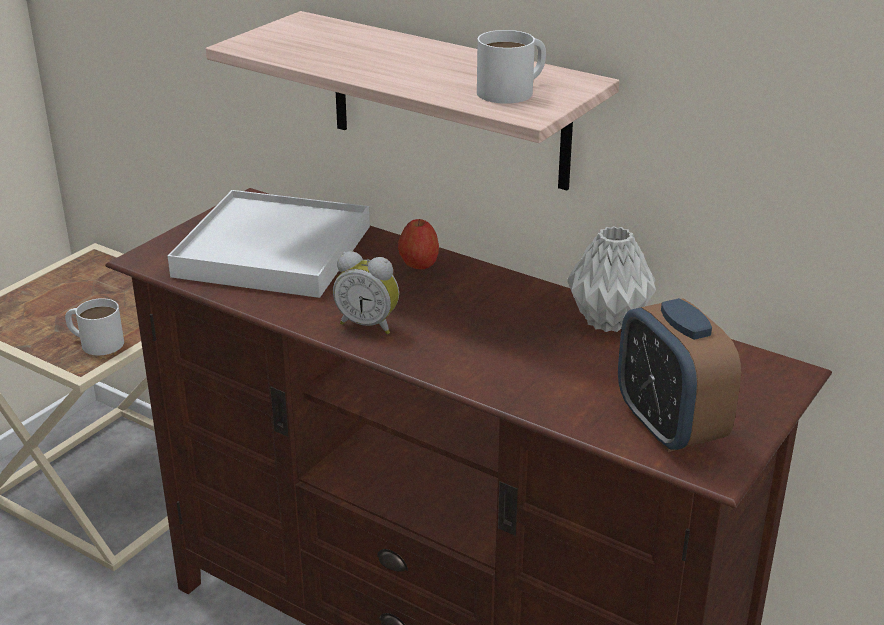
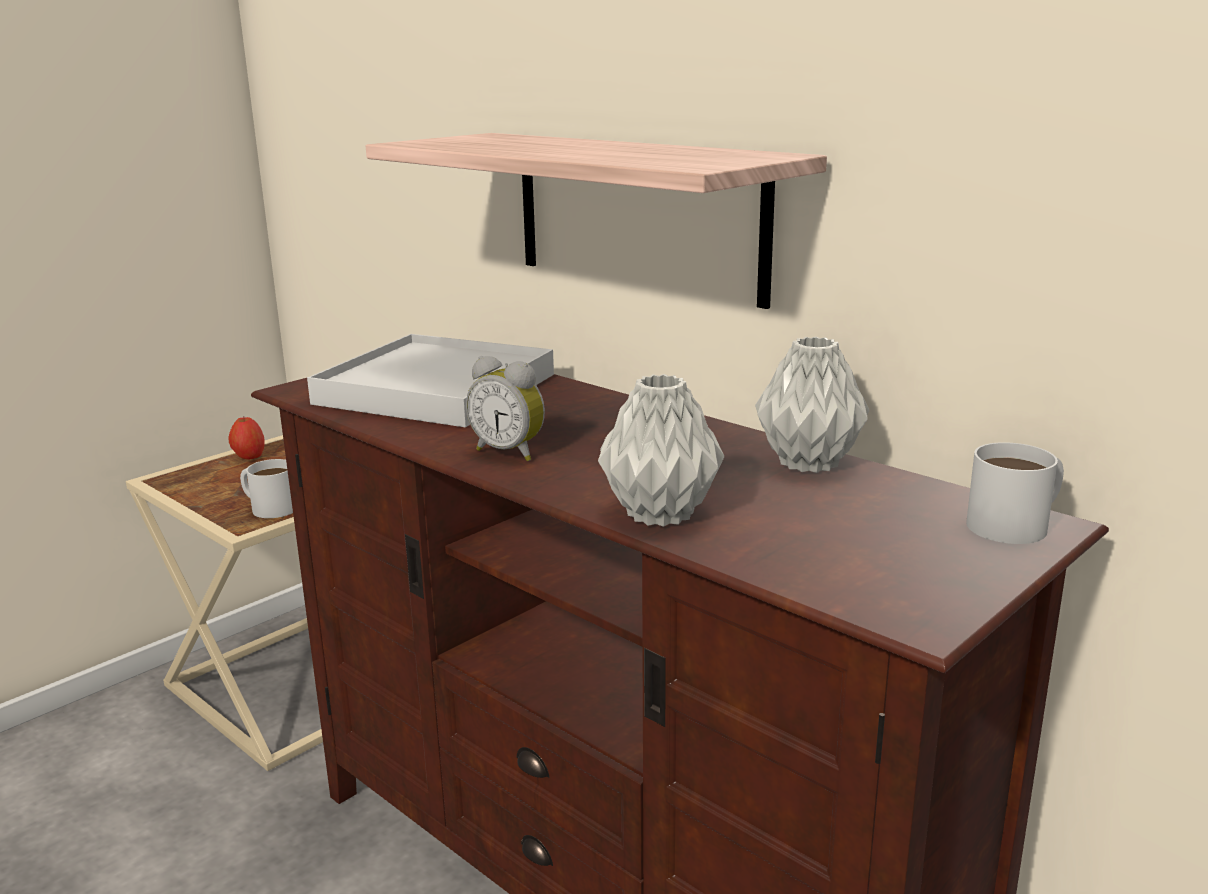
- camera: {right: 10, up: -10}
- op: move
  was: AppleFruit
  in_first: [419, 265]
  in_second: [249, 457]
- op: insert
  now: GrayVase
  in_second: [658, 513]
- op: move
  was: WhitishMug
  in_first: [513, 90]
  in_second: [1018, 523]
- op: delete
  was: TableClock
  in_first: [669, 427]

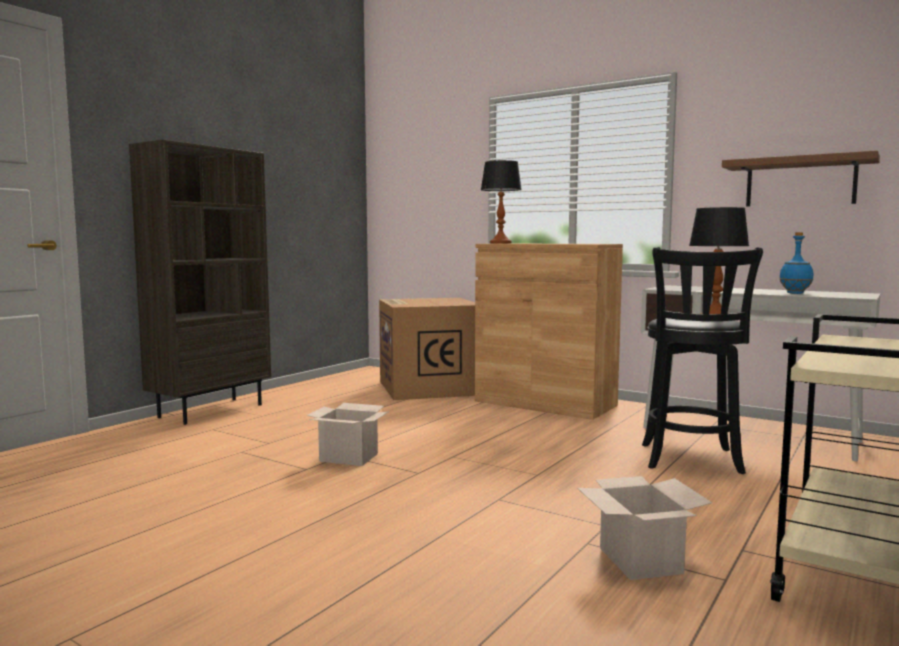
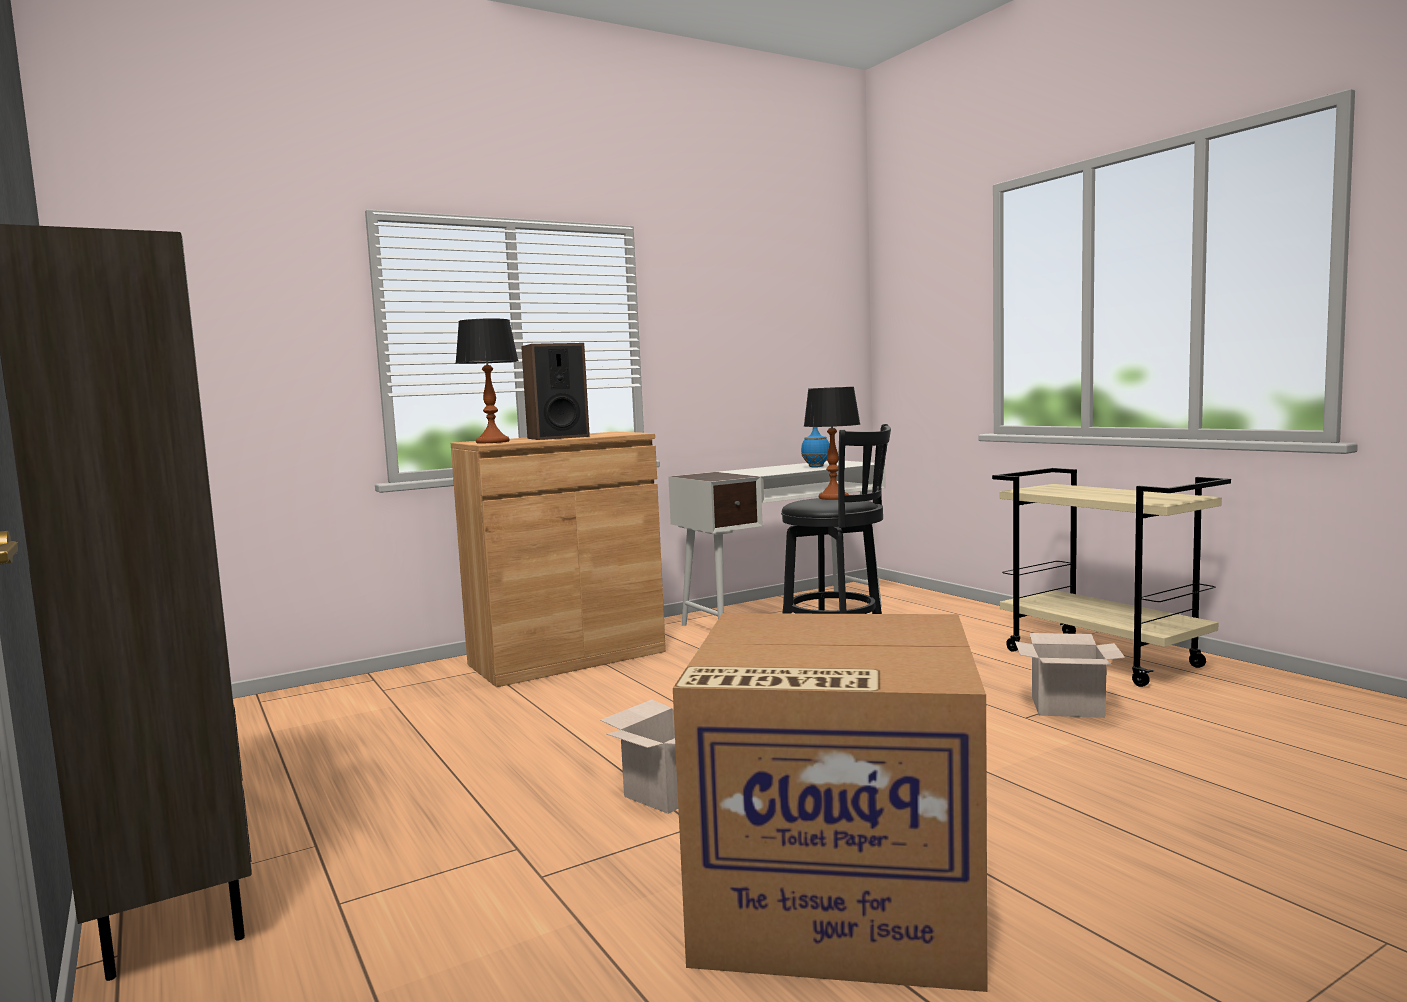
- camera: {right: -65, up: 0}
- op: insert
  now: Speaker
  in_second: [557, 437]
- op: move
  was: CardboardBox
  in_first: [427, 387]
  in_second: [833, 899]
- op: delete
  was: BrownColouredWallShelf
  in_first: [800, 182]

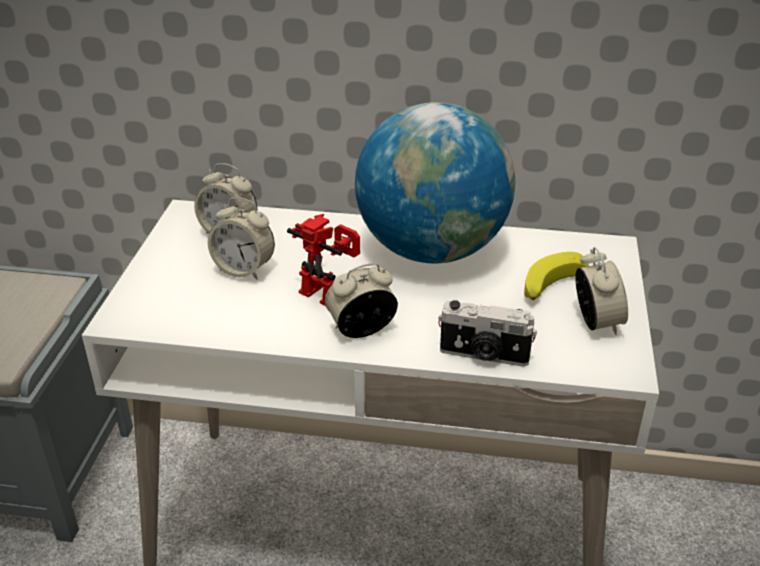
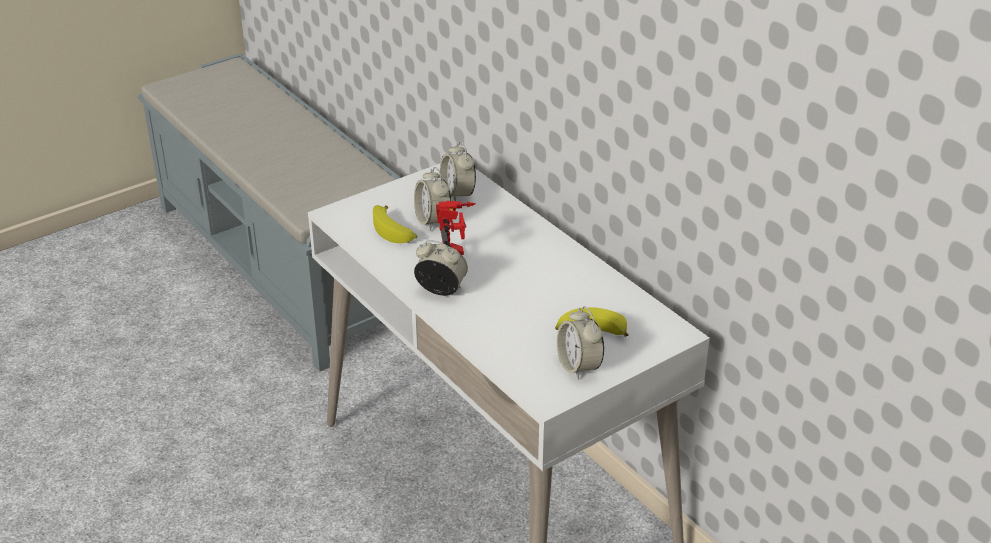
- camera: {right: 45, up: 0}
- op: insert
  now: BananaFruit
  in_second: [394, 231]
- op: rotate
  was: TableClock
  in_first: [596, 322]
  in_second: [579, 366]
  clockwise: 120
- op: delete
  was: WorldGlobe
  in_first: [432, 250]
- op: delete
  was: PhotoCamera
  in_first: [484, 355]

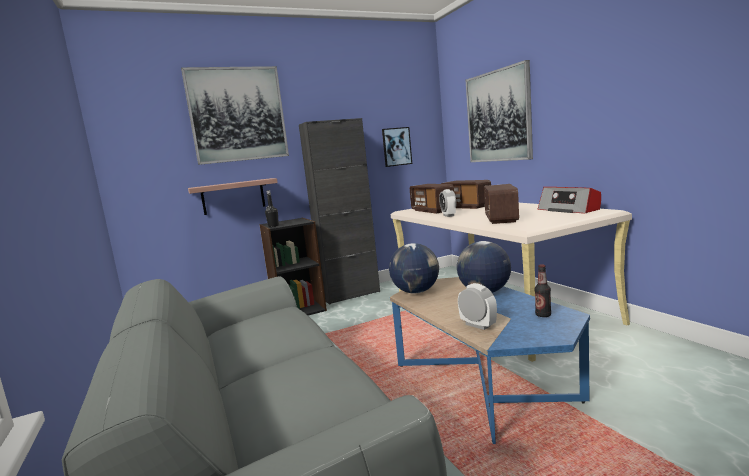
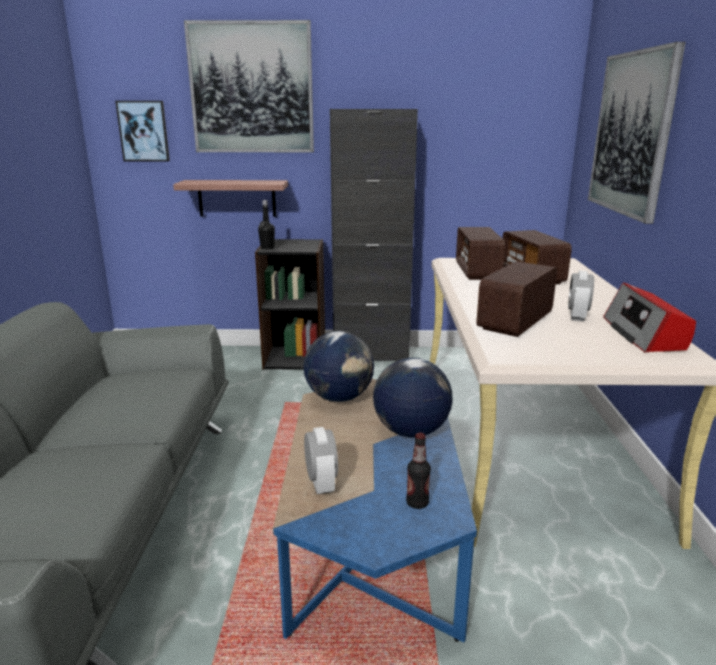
- camera: {right: 25, up: 10}
- op: move
  was: WallArt
  in_first: [396, 146]
  in_second: [143, 131]
- op: move
  was: TableClock
  in_first: [448, 215]
  in_second: [577, 316]

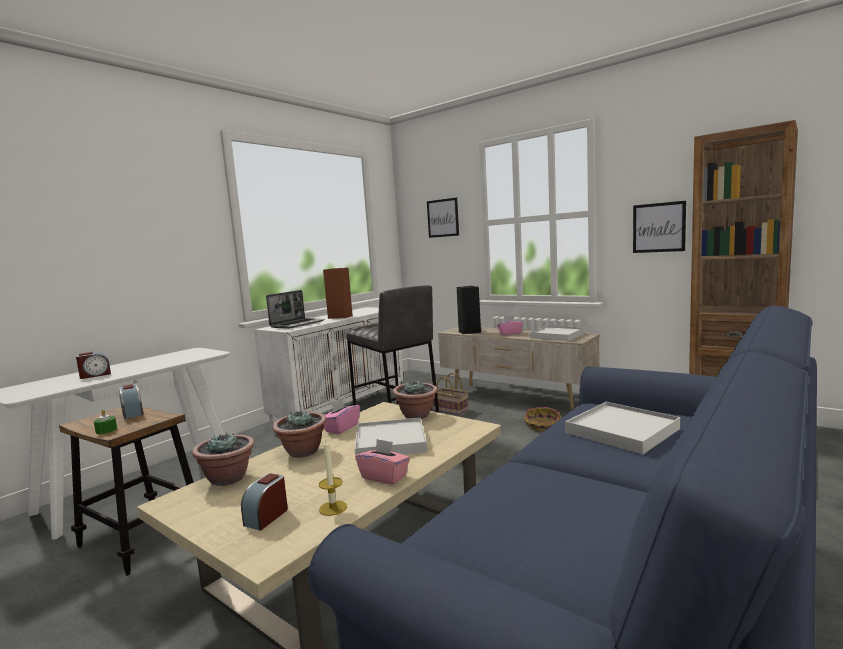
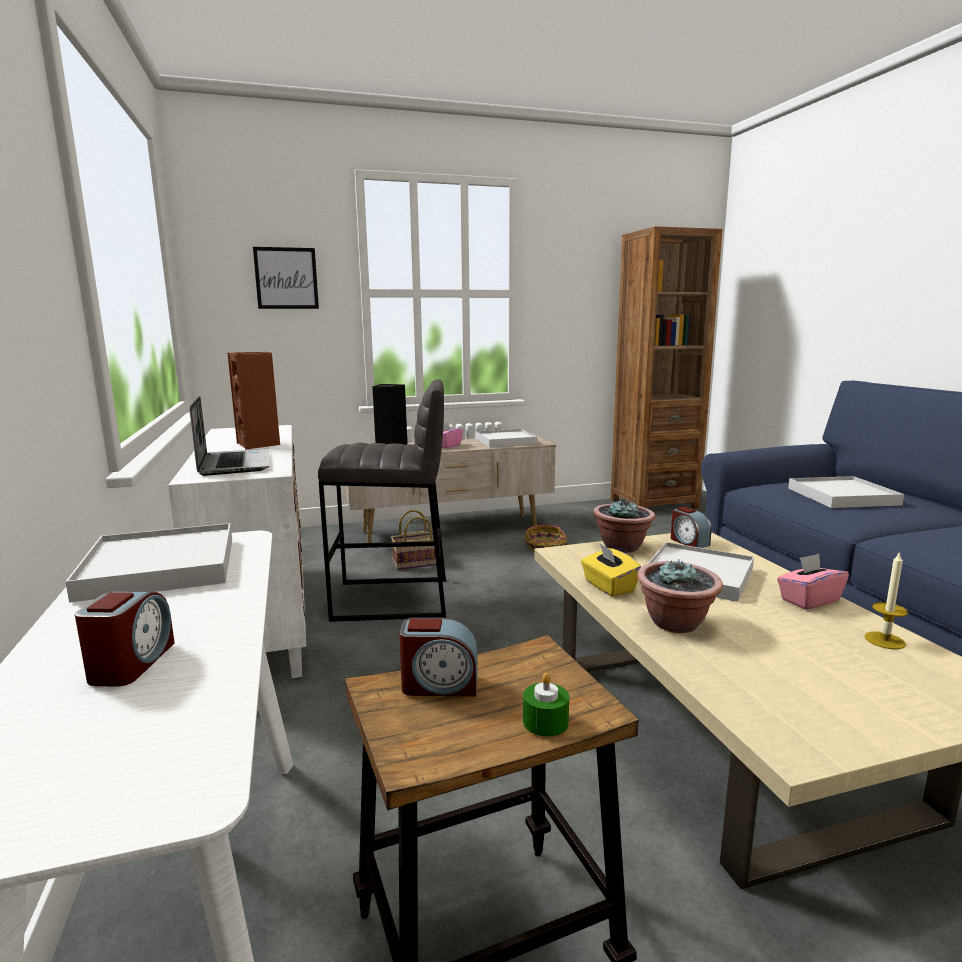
- camera: {right: -55, up: 5}
- op: insert
  now: WhitishServingTray
  in_second: [160, 567]
- op: recolor
  was: PinkishTissueBox
  now: YellowishTissueBox
  in_first: [341, 428]
  in_second: [608, 587]
- op: move
  was: TableClock
  in_first: [266, 517]
  in_second: [688, 542]
- op: delete
  was: PottedPlant
  in_first: [228, 478]
- op: delete
  was: WallArt
  in_first: [658, 227]

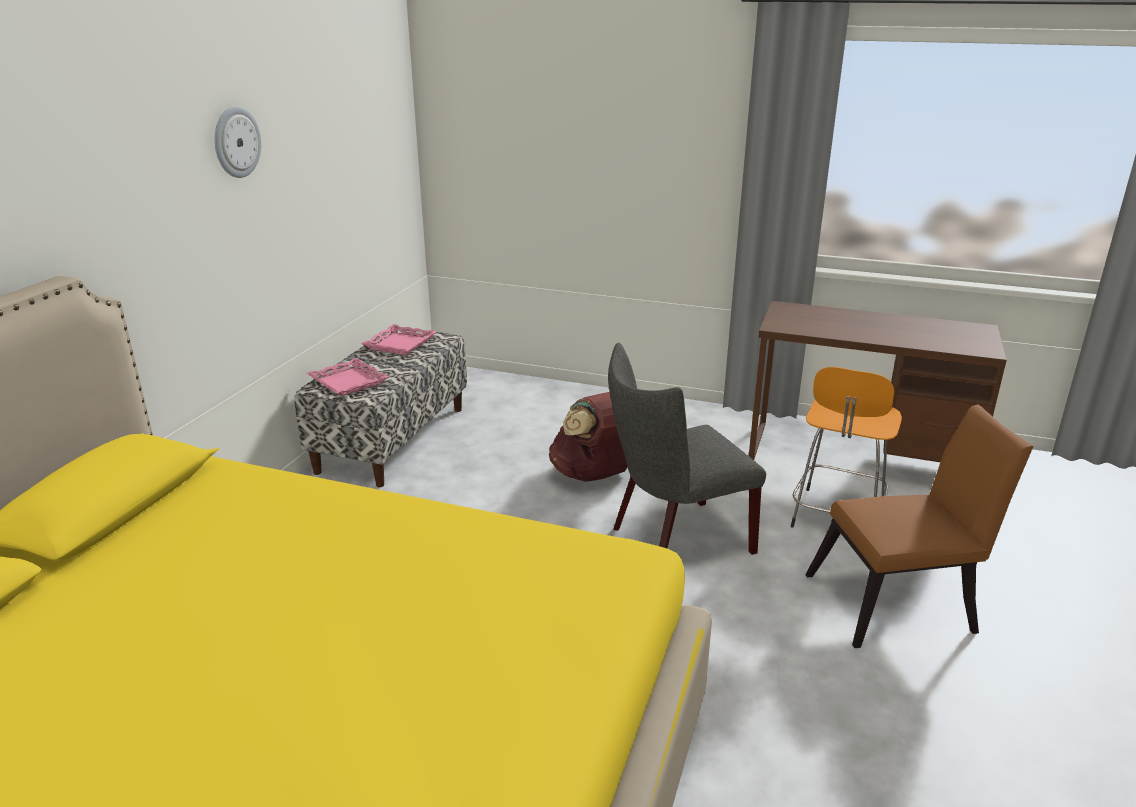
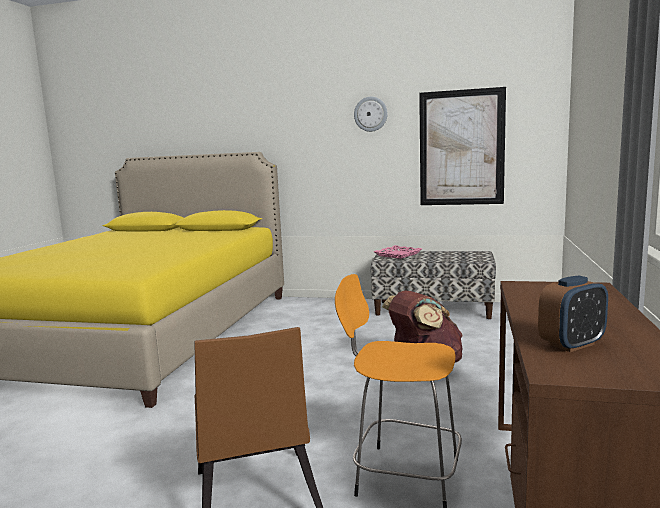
- camera: {right: 85, up: -15}
- op: insert
  now: WallArt
  in_second: [461, 148]
- op: insert
  now: TableClock
  in_second: [572, 344]
- op: delete
  was: PinkishServingTray
  in_first: [399, 344]
- op: delete
  was: GrayPlainChair
  in_first: [673, 541]

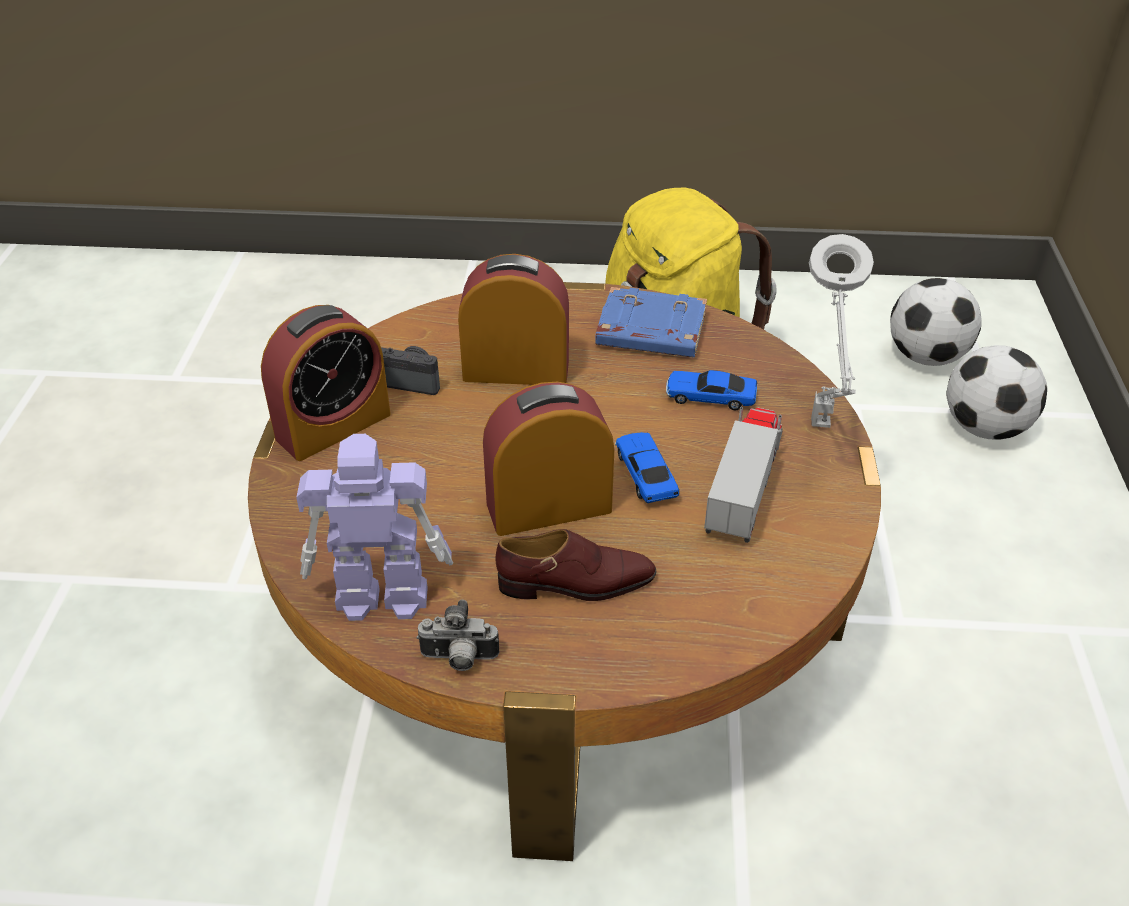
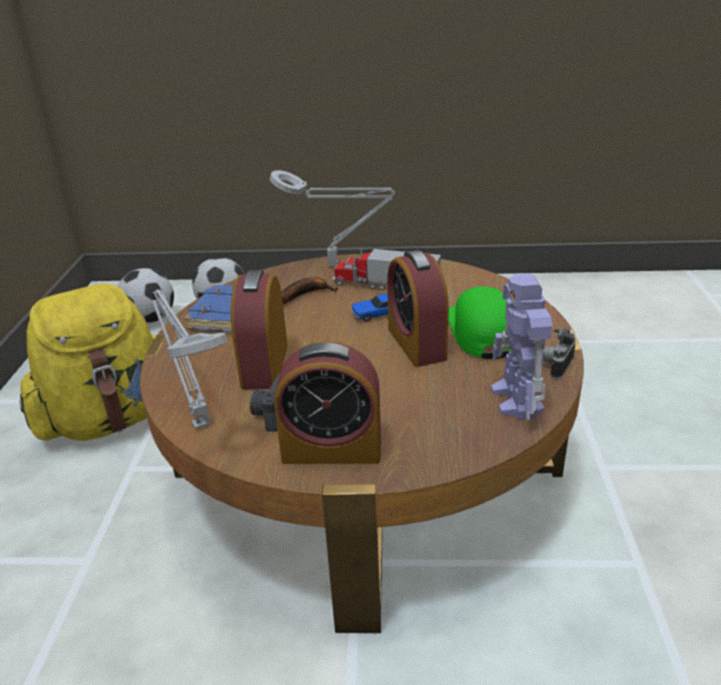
- camera: {right: -90, up: -10}
- op: insert
  now: GrayTableLamp
  in_second: [199, 422]
- op: rotate
  was: TableClock
  in_first: [333, 426]
  in_second: [332, 449]
  clockwise: 135
- op: replace
  was: MiniatureCar
  now: BananaFruit
  in_first: [710, 397]
  in_second: [305, 294]
- op: replace
  was: BrownColouredShoe
  now: GreenishPeakedCap
  in_first: [576, 583]
  in_second: [481, 331]
- op: rotate
  was: PhotoCamera
  in_first: [459, 659]
  in_second: [556, 365]
  clockwise: -150

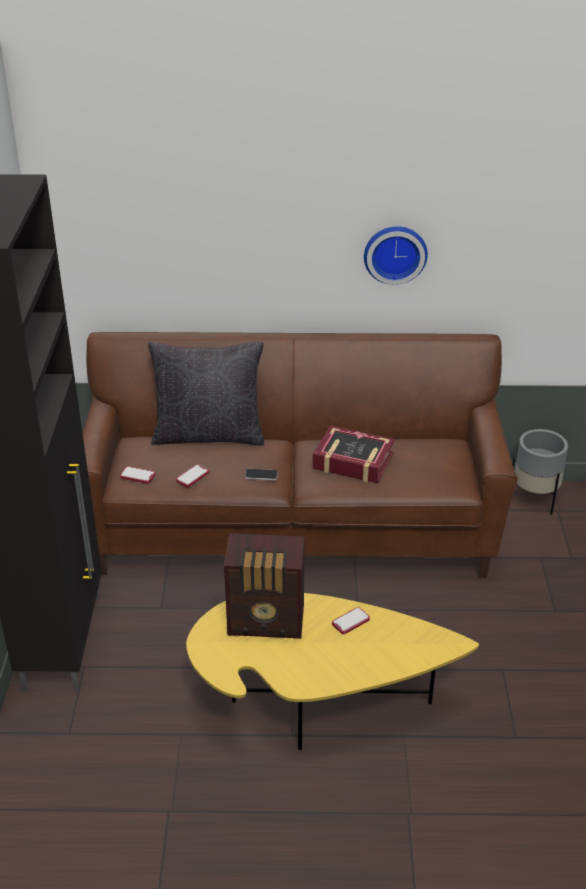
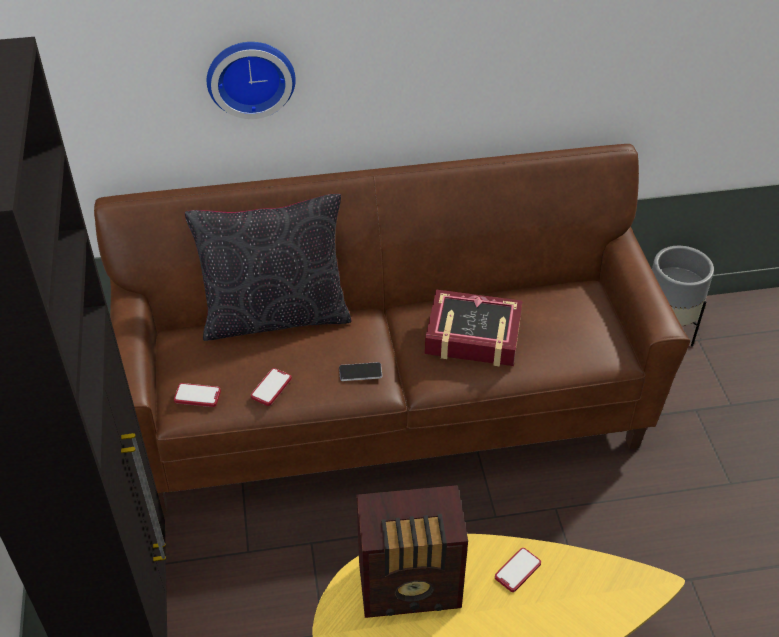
- camera: {right: -10, up: 10}
- op: move
  was: WallClock
  in_first: [395, 253]
  in_second: [250, 76]

